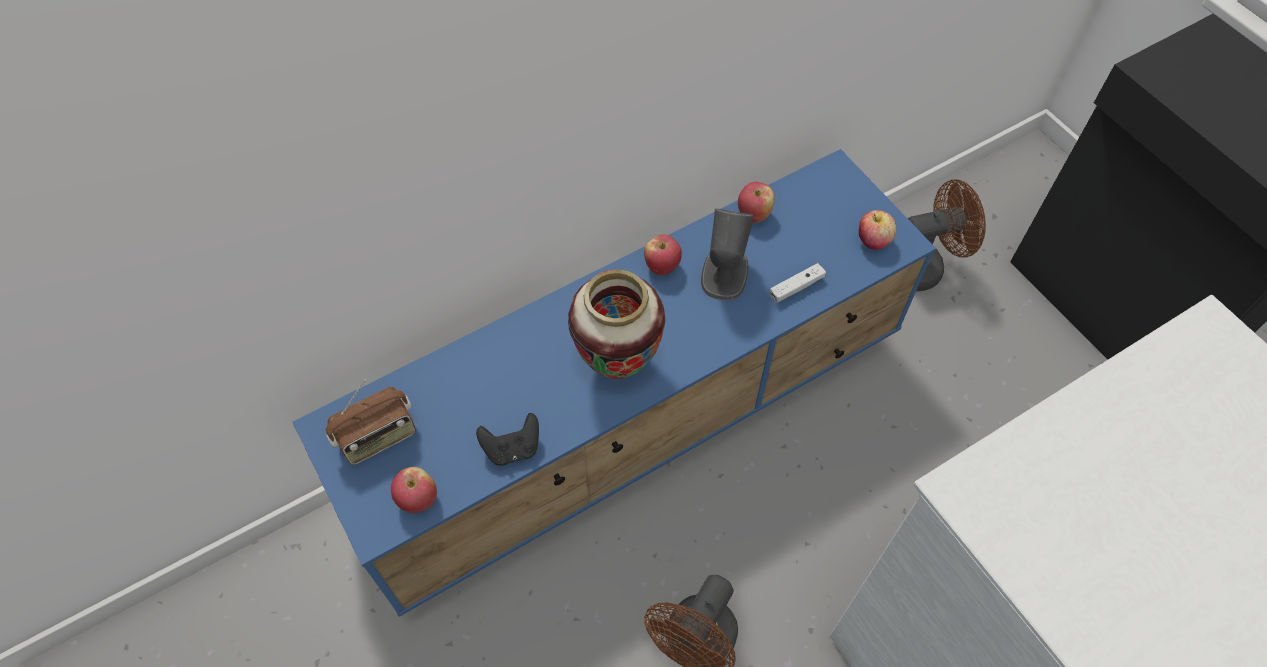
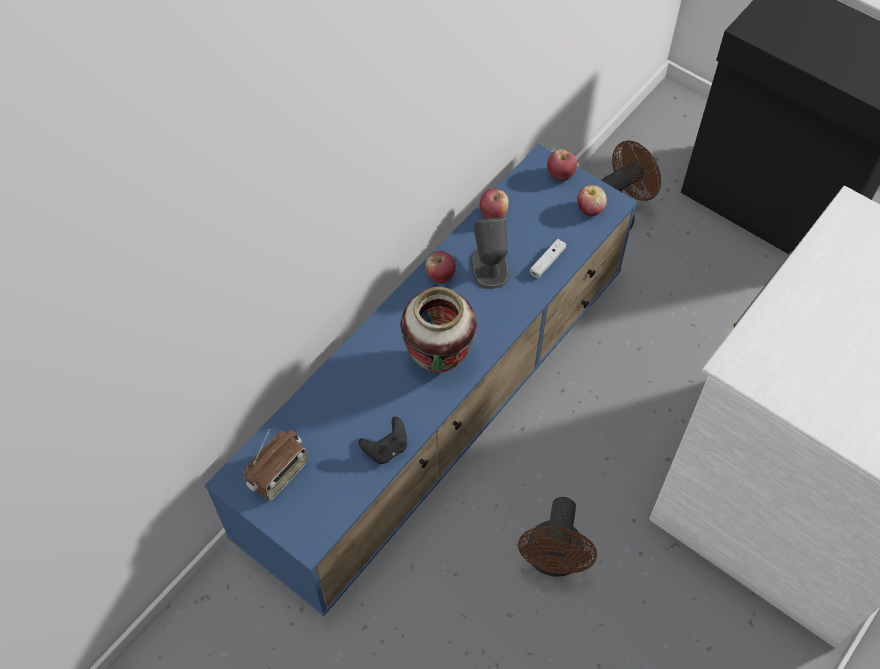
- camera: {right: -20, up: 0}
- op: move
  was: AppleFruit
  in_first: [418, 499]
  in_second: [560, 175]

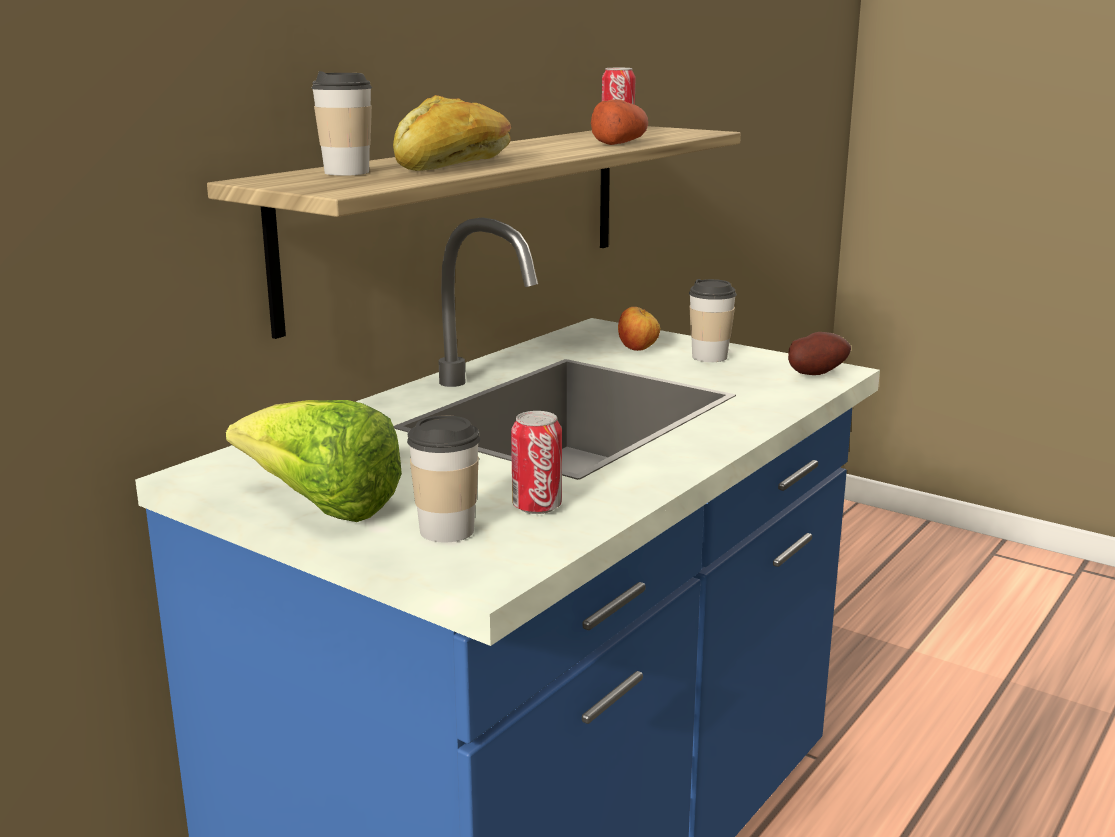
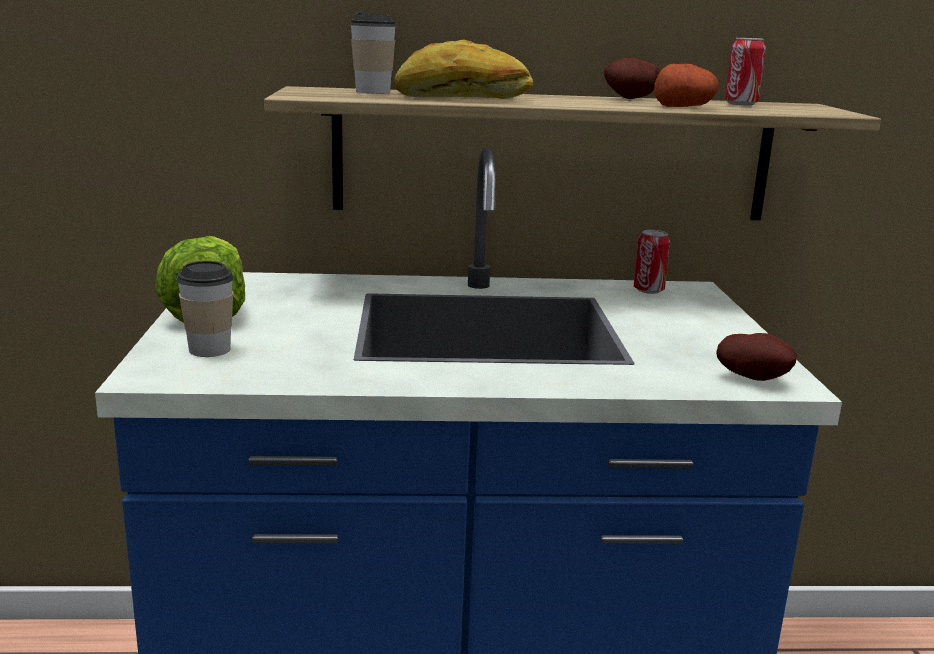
- camera: {right: 50, up: 0}
- op: insert
  now: WholePotato
  in_second: [632, 99]
- op: move
  was: SealedCan
  in_first: [537, 507]
  in_second: [648, 290]
- op: delete
  was: AppleFruit
  in_first: [638, 350]
- op: delete
  was: Cup
  in_first: [709, 357]

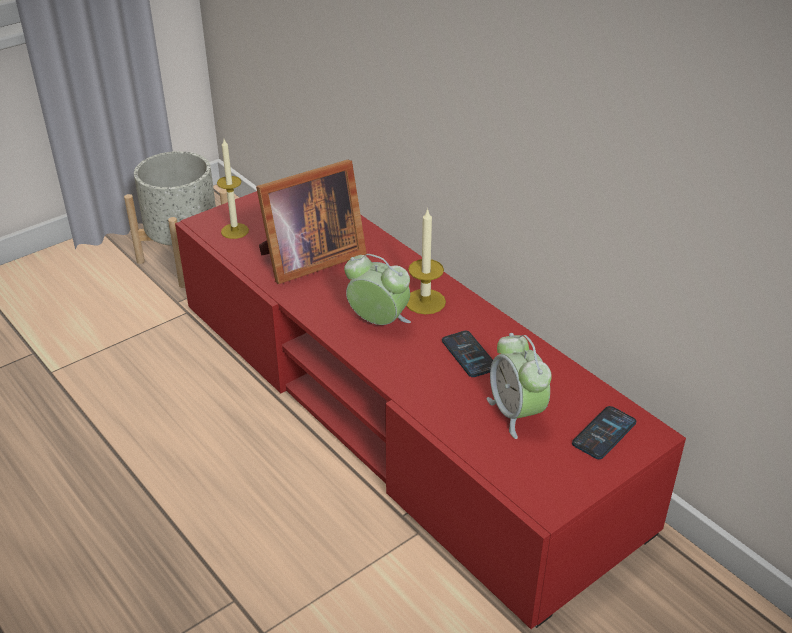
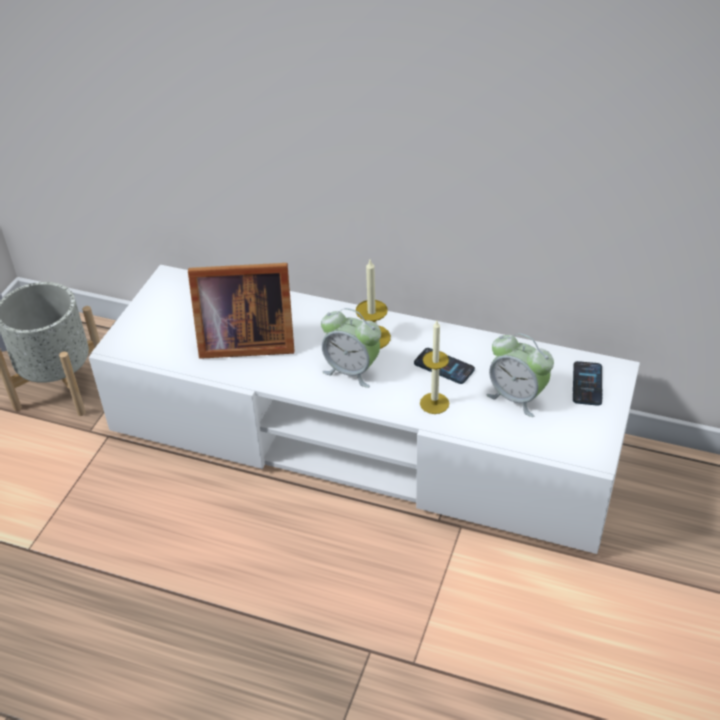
- camera: {right: -30, up: 5}
- op: recolor
  was: ReddishTvStand
  now: WhitishTvStand
  in_first: [396, 409]
  in_second: [363, 438]
- op: rotate
  was: StandingFrame
  in_first: [308, 259]
  in_second: [243, 341]
  clockwise: 60
- op: rotate
  was: TableClock
  in_first: [378, 322]
  in_second: [352, 370]
  clockwise: -150
- op: move
  was: Candle
  in_first: [235, 231]
  in_second: [434, 403]

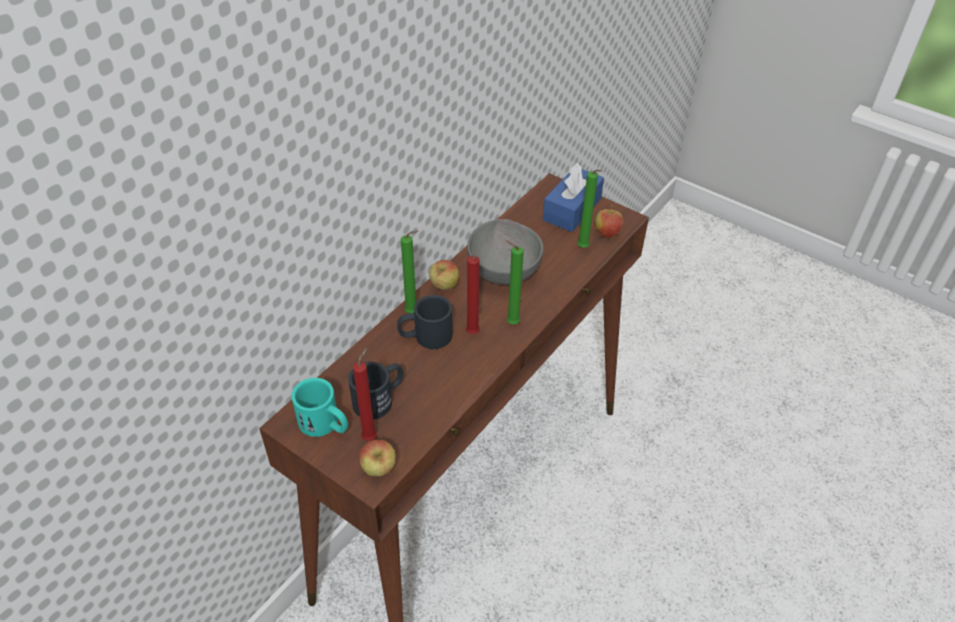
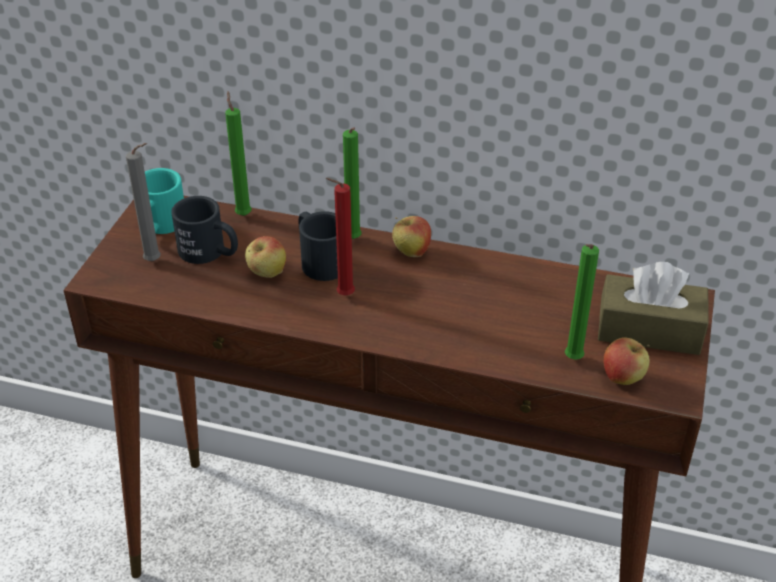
- camera: {right: 70, up: -5}
- op: recolor
  was: ReddishCandle
  now: GrayCandle
  in_first: [371, 436]
  in_second: [155, 261]
- op: move
  was: GreenishCandle
  in_first: [510, 323]
  in_second: [243, 214]
- op: move
  was: AppleFruit
  in_first: [379, 469]
  in_second: [267, 274]
- op: recolor
  was: BluishTissueBox
  now: BrownColouredTissueBox
  in_first: [572, 209]
  in_second: [649, 330]
- op: delete
  was: GrayDeepDish
  in_first: [505, 270]

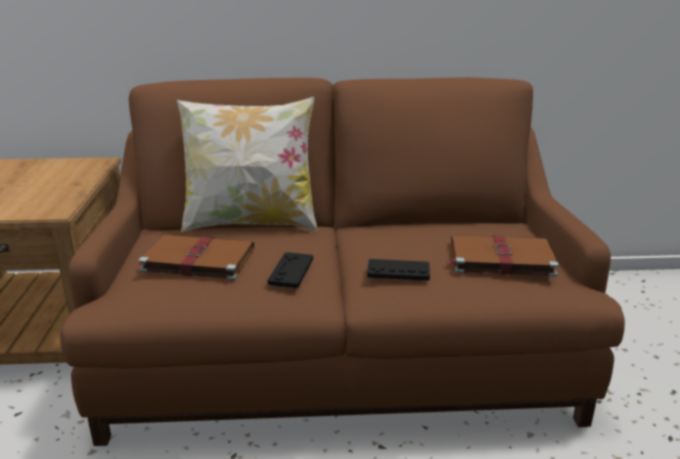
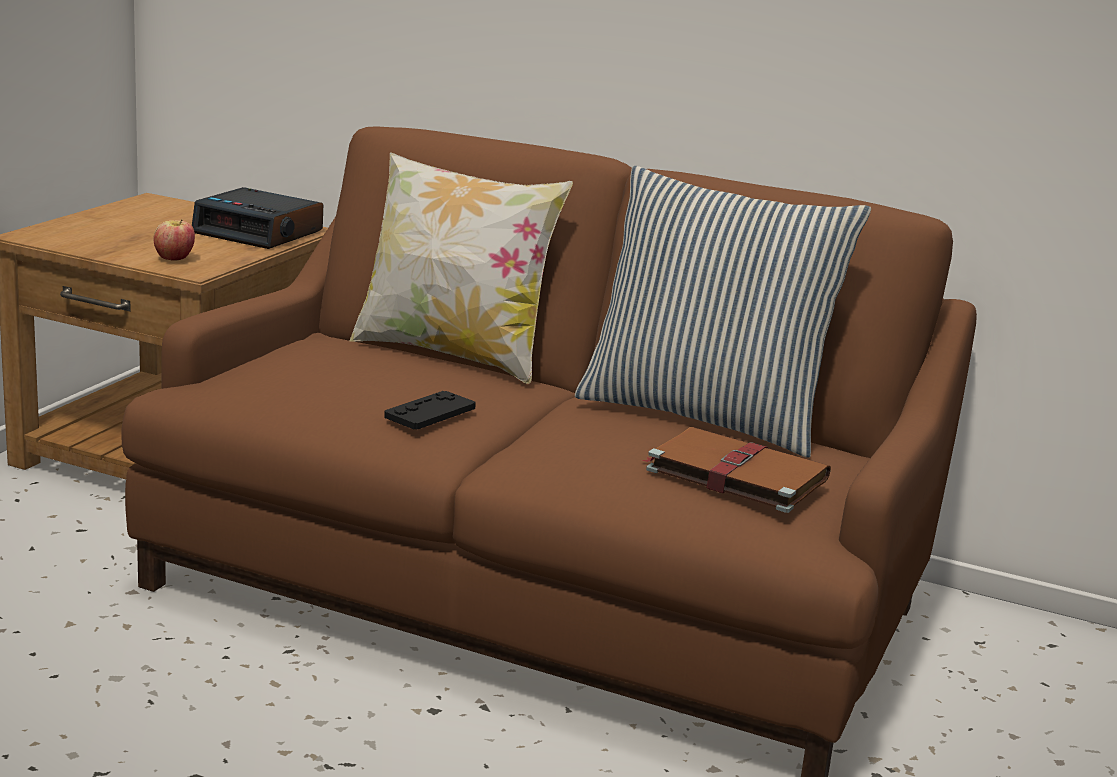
- camera: {right: 25, up: -5}
- op: insert
  now: AppleFruit
  in_second: [174, 259]
- op: insert
  now: TableClock
  in_second: [260, 232]
- op: insert
  now: Pillow
  in_second: [704, 415]
- op: delete
  was: BrownColouredBook
  in_first: [196, 260]
- op: delete
  was: BlackishGamepad
  in_first: [398, 271]

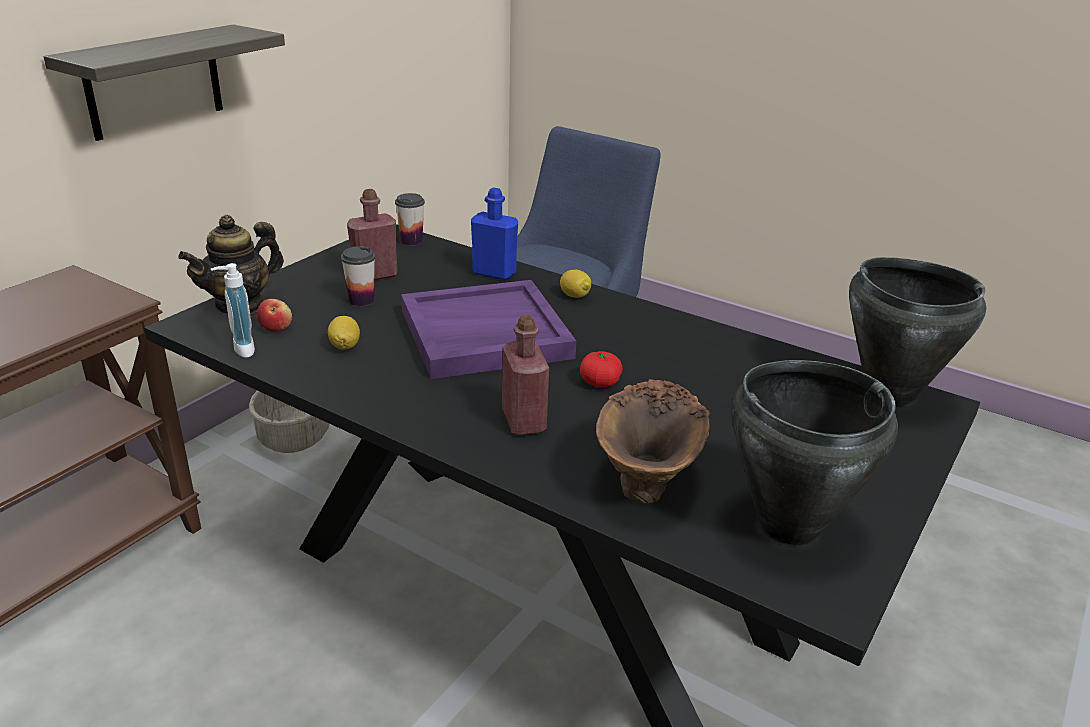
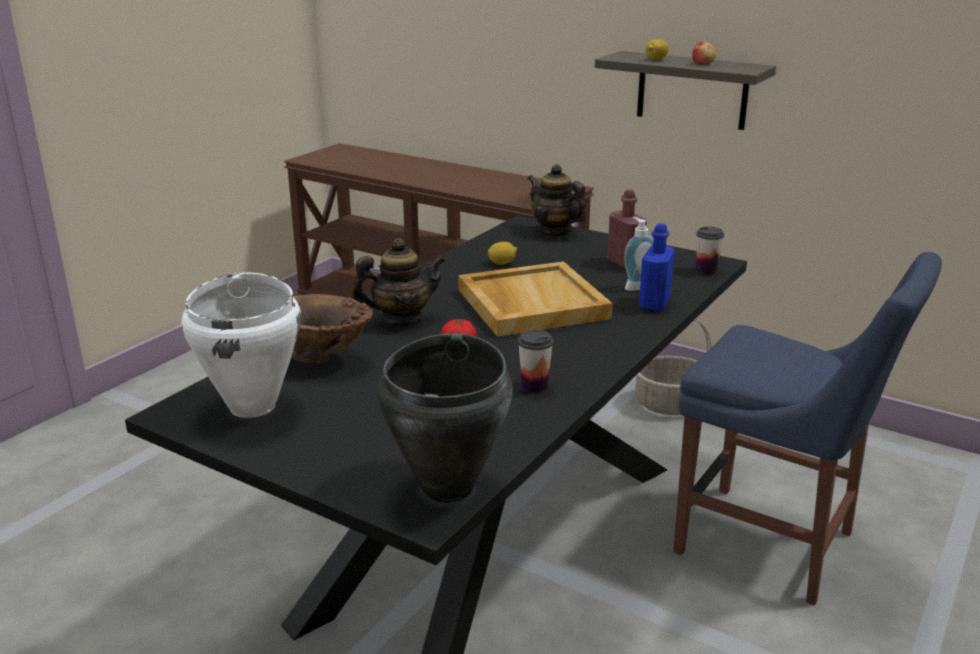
- camera: {right: 90, up: -5}
- op: recolor
  was: BlackishCookingPot
  now: WhitishCookingPot
  in_first: [787, 526]
  in_second: [253, 406]
- op: replace
  was: ReddishBeverageBottle
  now: TeaPot
  in_first: [523, 421]
  in_second: [401, 319]
- op: recolor
  was: PurpleColouredServingTray
  now: BeigeColouredServingTray
  in_first: [484, 335]
  in_second: [530, 303]
- op: move
  was: Cup
  in_first: [361, 300]
  in_second: [534, 386]
- op: move
  was: SoapDispenser
  in_first: [239, 350]
  in_second: [635, 286]
- op: move
  was: CitrusFruit
  in_first: [575, 295]
  in_second: [656, 59]
- op: move
  was: AppleFruit
  in_first: [276, 327]
  in_second: [703, 64]

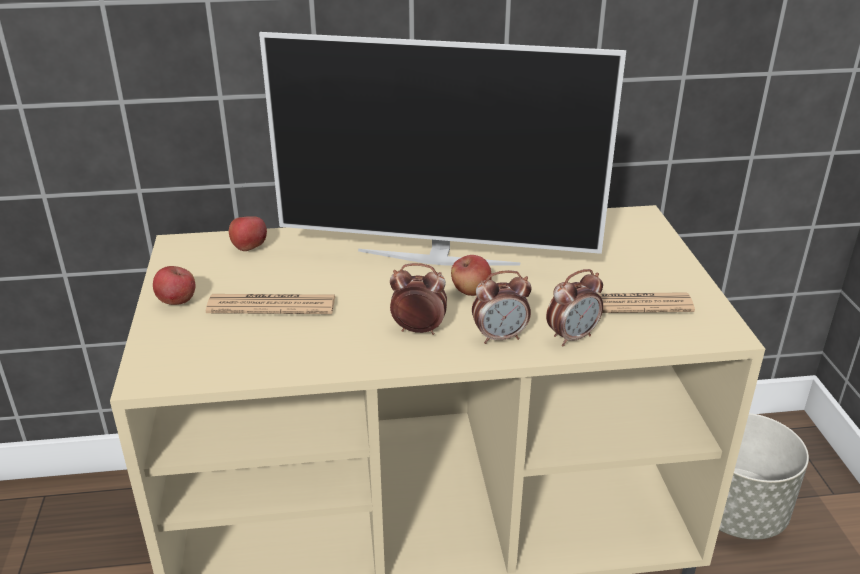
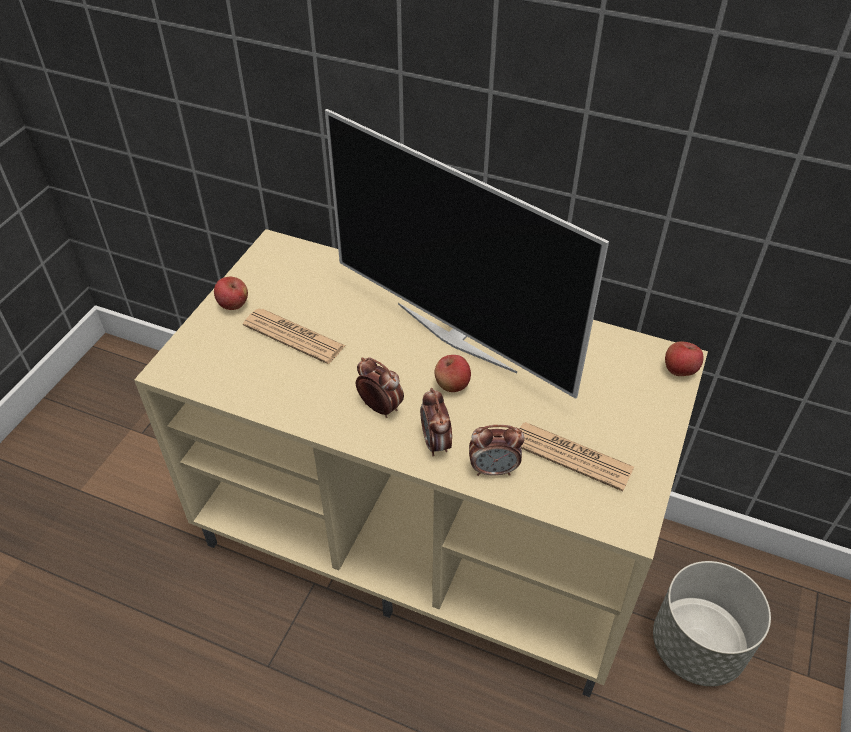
- camera: {right: 30, up: 15}
- op: rotate
  was: TableClock
  in_first: [500, 337]
  in_second: [436, 443]
  clockwise: 60
- op: move
  was: AppleFruit
  in_first: [249, 247]
  in_second: [679, 370]

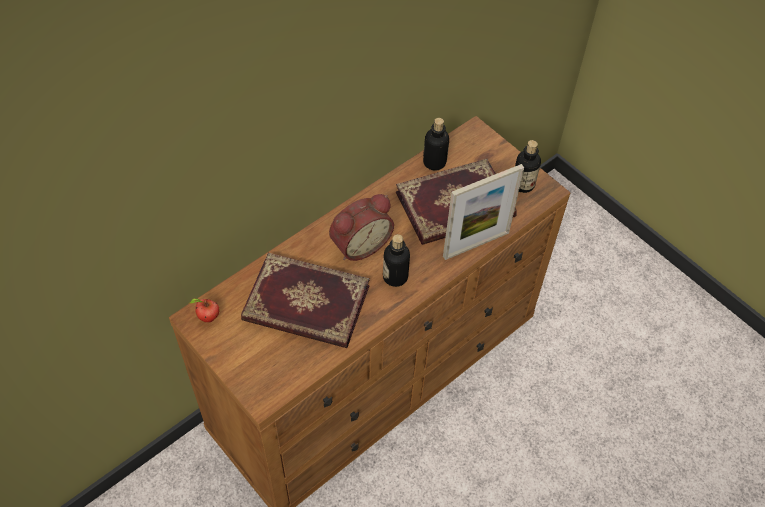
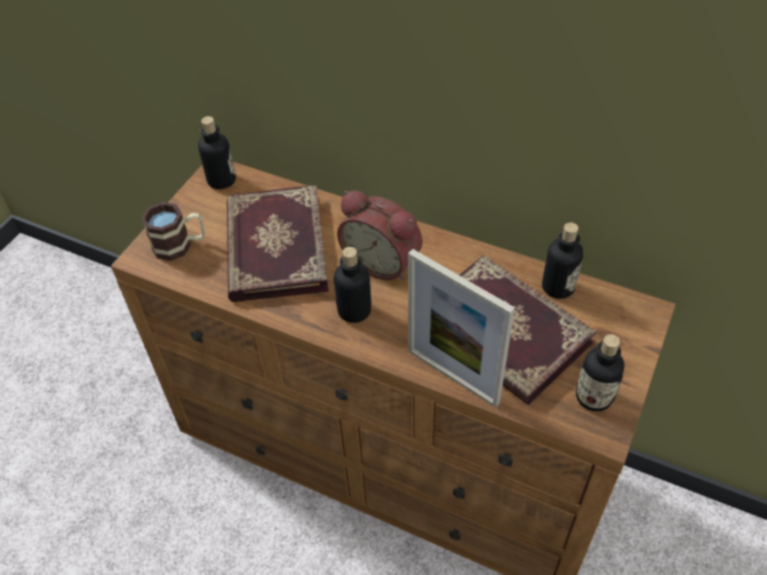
- camera: {right: 70, up: -5}
- op: insert
  now: Mug
  in_second: [180, 245]
- op: replace
  was: AppleFruit
  now: BeverageBottle
  in_first: [207, 318]
  in_second: [221, 180]

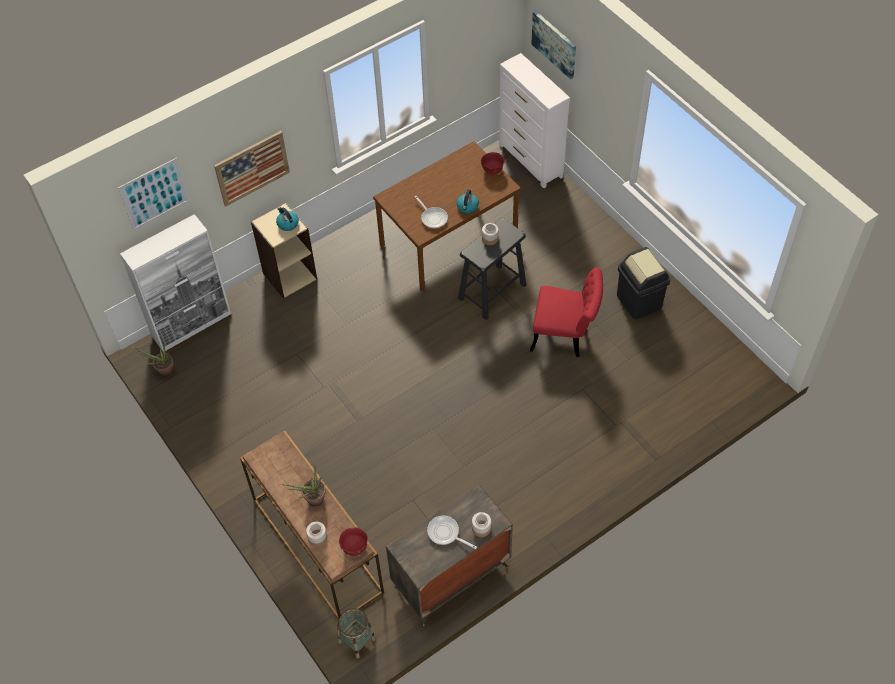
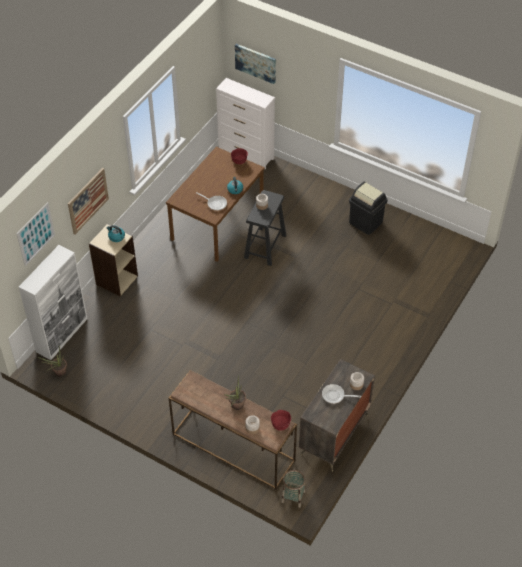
- camera: {right: -25, up: -5}
- op: delete
  was: ReddishPlainChair
  in_first: [565, 335]

